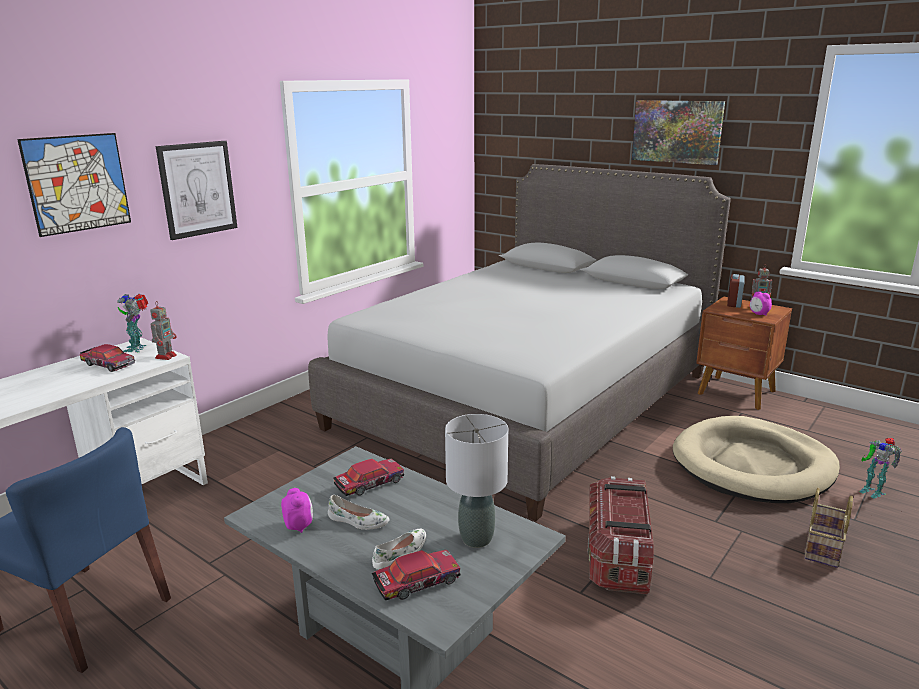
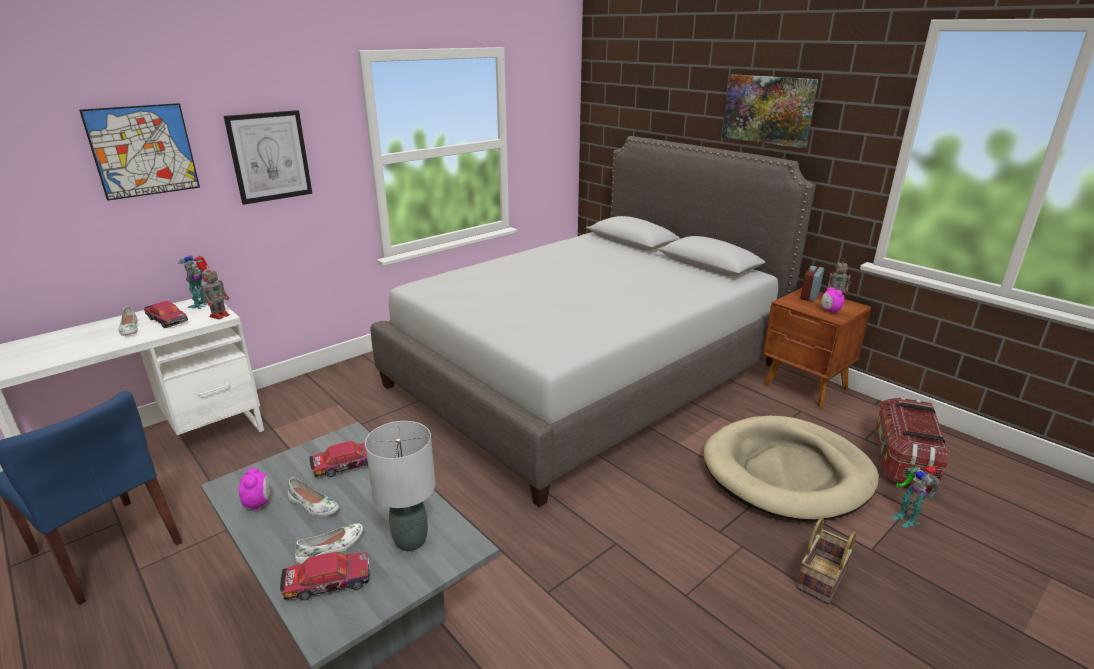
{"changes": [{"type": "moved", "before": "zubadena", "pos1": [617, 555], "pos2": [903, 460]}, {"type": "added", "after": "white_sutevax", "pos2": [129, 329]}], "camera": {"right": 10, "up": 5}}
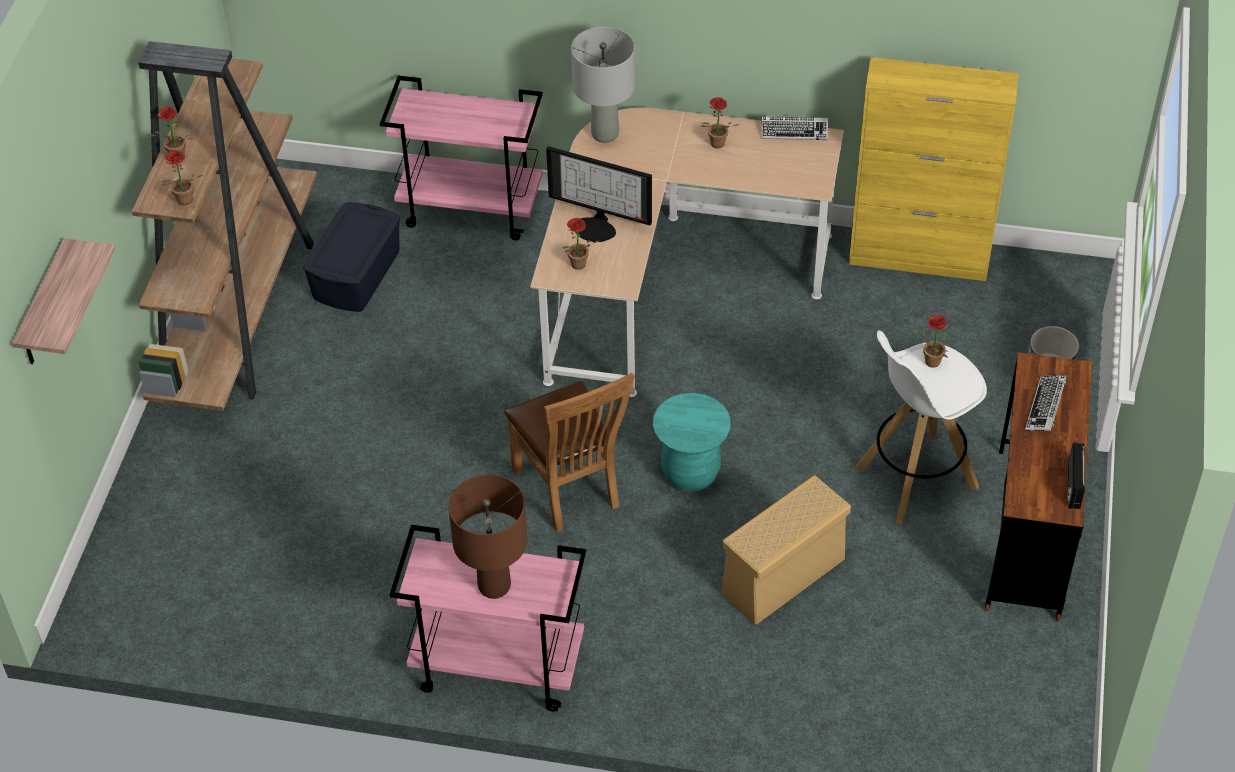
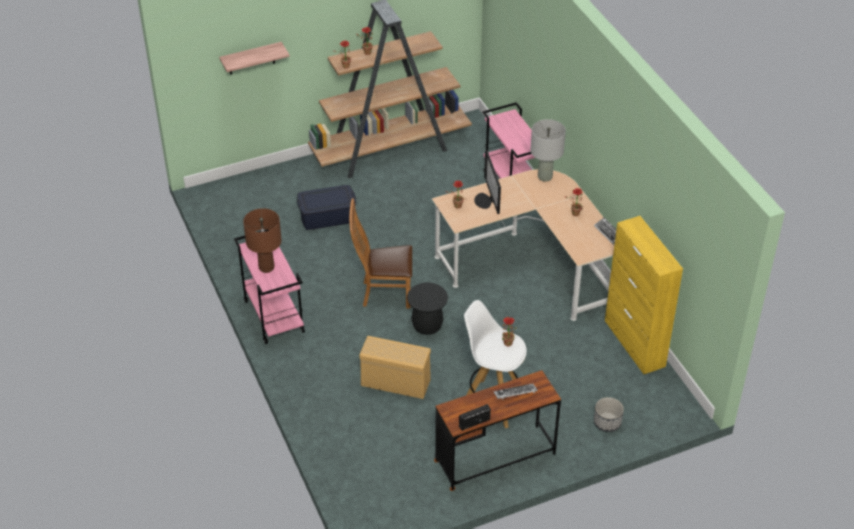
{"changes": [{"type": "moved", "before": "blue_zubadena", "pos1": [356, 274], "pos2": [327, 217]}, {"type": "turned", "before": "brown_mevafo", "pos1": [570, 491], "pos2": [383, 293], "turn": 60}, {"type": "recoloured", "before": "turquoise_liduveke", "after": "black_liduveke", "pos1": [690, 472], "pos2": [427, 325]}], "camera": {"right": 55, "up": -5}}
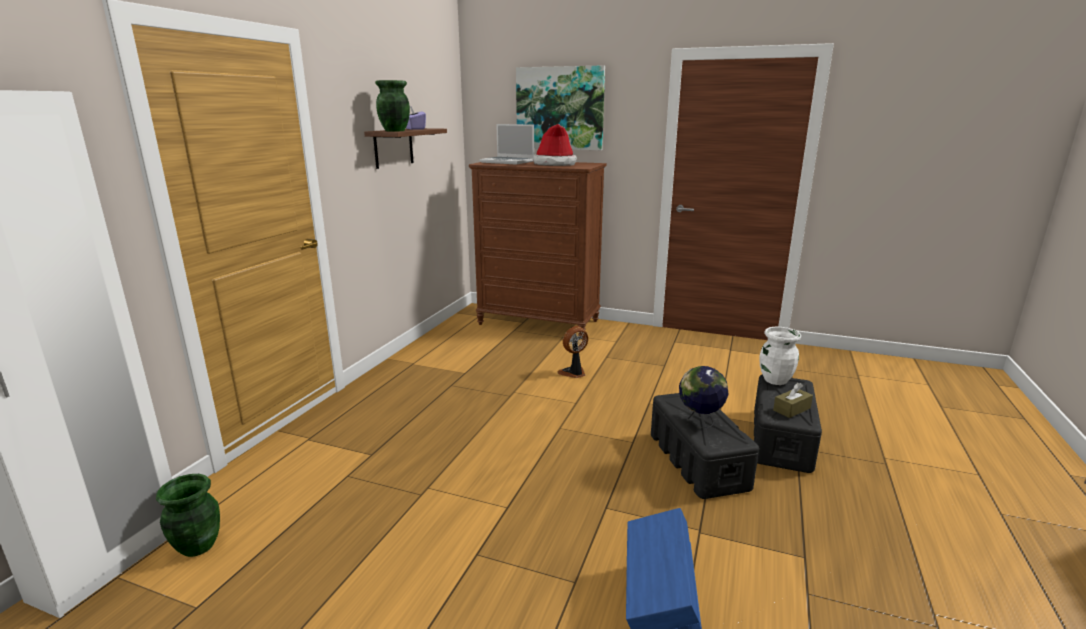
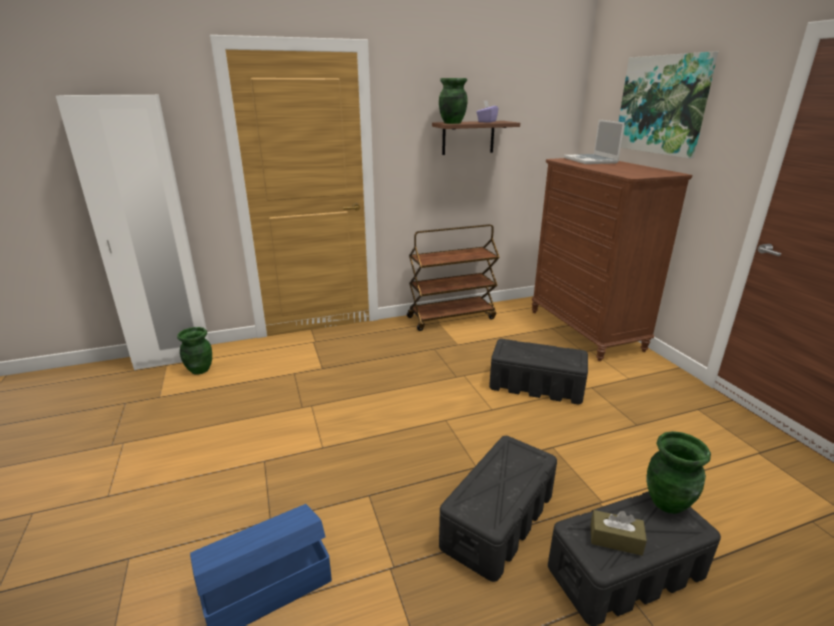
{"changes": [{"type": "removed", "before": "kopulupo", "pos1": [554, 164]}, {"type": "replaced", "before": "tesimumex", "after": "black_zubadena", "pos1": [574, 373], "pos2": [535, 386]}, {"type": "removed", "before": "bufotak", "pos1": [699, 422]}, {"type": "recoloured", "before": "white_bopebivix", "after": "green_bopebivix", "pos1": [775, 380], "pos2": [668, 502]}, {"type": "added", "after": "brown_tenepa", "pos2": [451, 317]}], "camera": {"right": 50, "up": 5}}
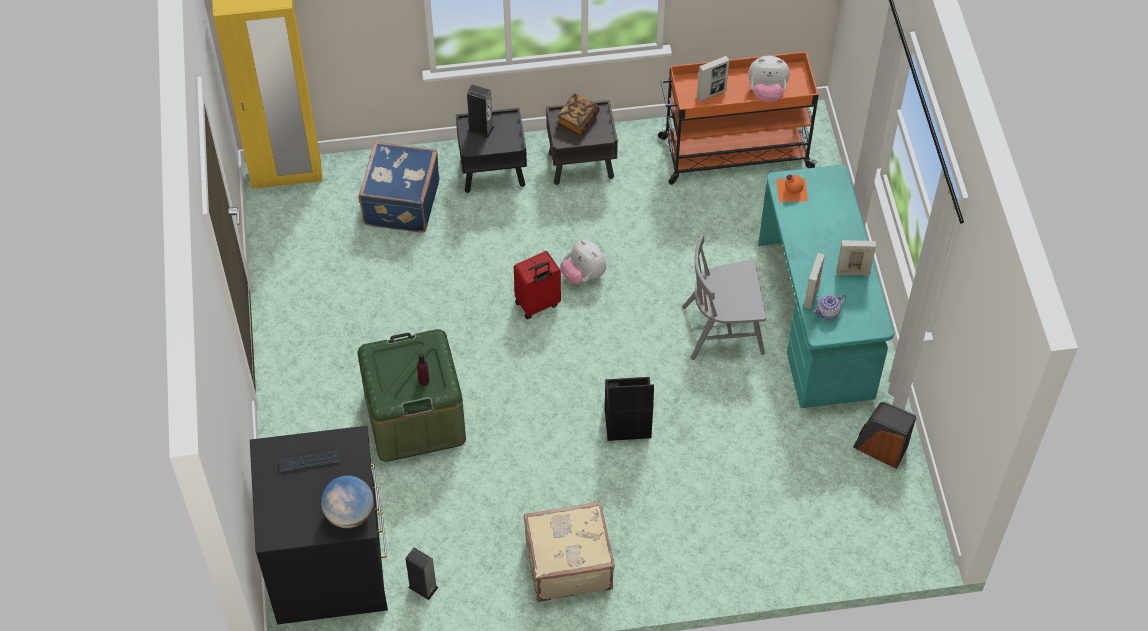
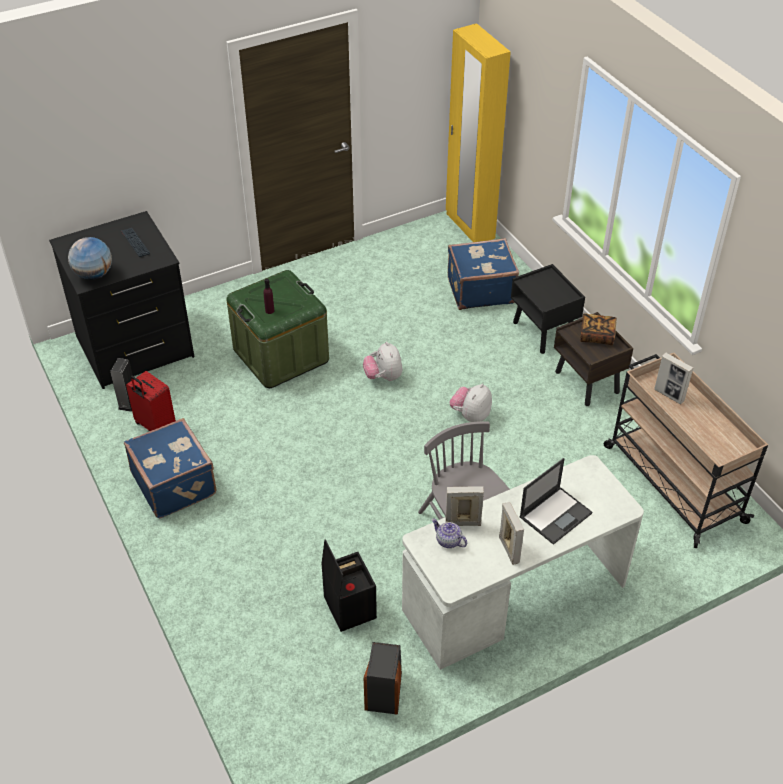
{"changes": [{"type": "removed", "before": "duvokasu", "pos1": [481, 129]}, {"type": "moved", "before": "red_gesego", "pos1": [538, 305], "pos2": [154, 426]}, {"type": "recoloured", "before": "beige_gesego", "after": "blue_gesego", "pos1": [567, 563], "pos2": [175, 483]}, {"type": "moved", "before": "black_zubadena", "pos1": [626, 424], "pos2": [348, 607]}, {"type": "recoloured", "before": "orange_tenepa", "after": "beige_tenepa", "pos1": [733, 153], "pos2": [672, 482]}, {"type": "moved", "before": "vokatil", "pos1": [767, 93], "pos2": [383, 377]}, {"type": "recoloured", "before": "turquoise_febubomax", "after": "white_febubomax", "pos1": [817, 318], "pos2": [515, 597]}, {"type": "removed", "before": "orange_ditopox", "pos1": [791, 189]}, {"type": "added", "after": "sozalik", "pos2": [556, 514]}], "camera": {"right": 70, "up": -10}}
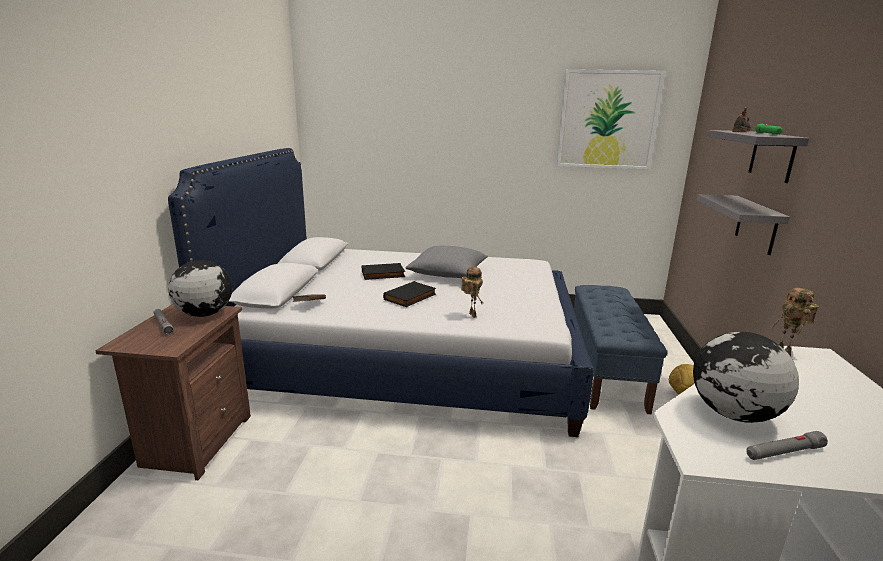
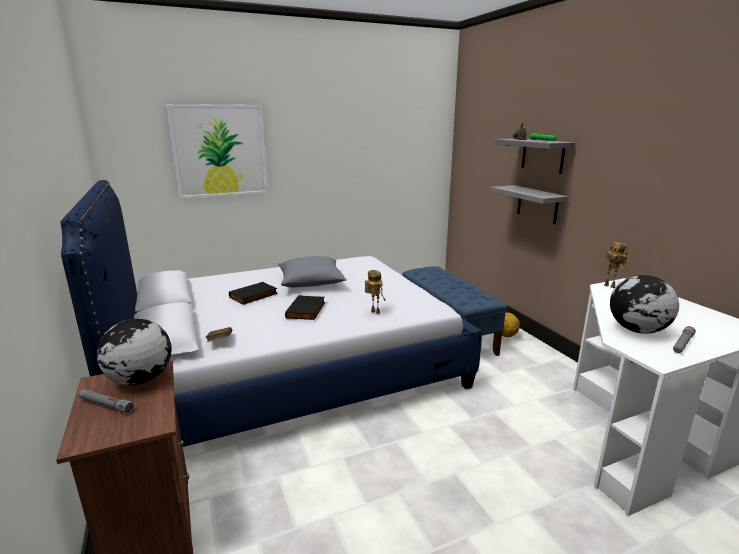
{"changes": [{"type": "moved", "before": "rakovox", "pos1": [608, 120], "pos2": [220, 151]}], "camera": {"right": -30, "up": 0}}
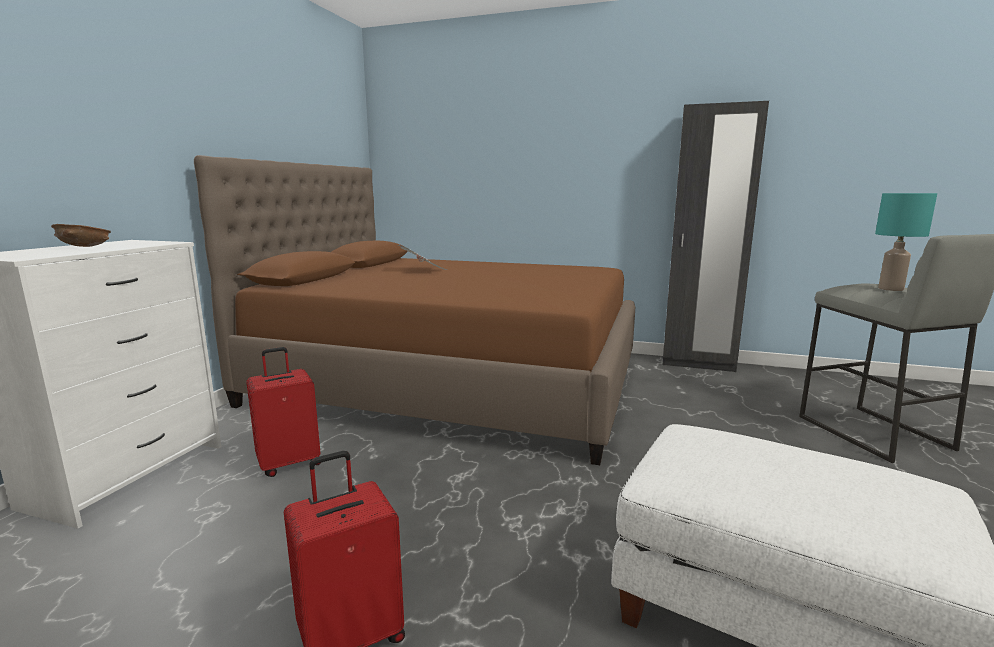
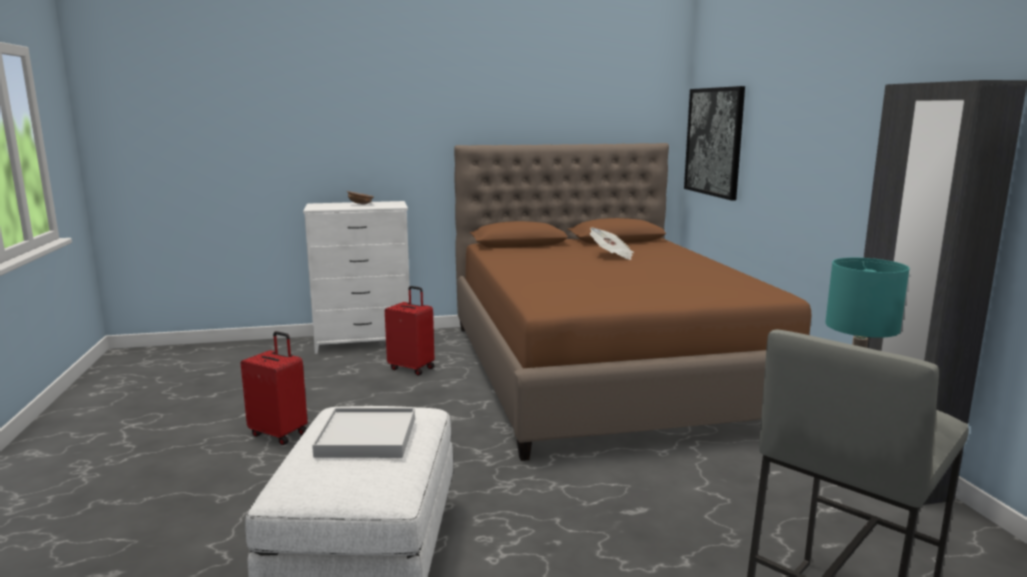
{"changes": [{"type": "added", "after": "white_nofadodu", "pos2": [367, 437]}, {"type": "added", "after": "rakovox", "pos2": [714, 141]}], "camera": {"right": 60, "up": 0}}
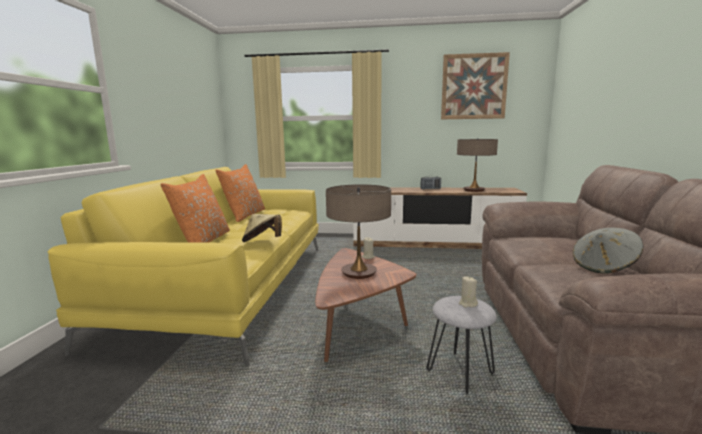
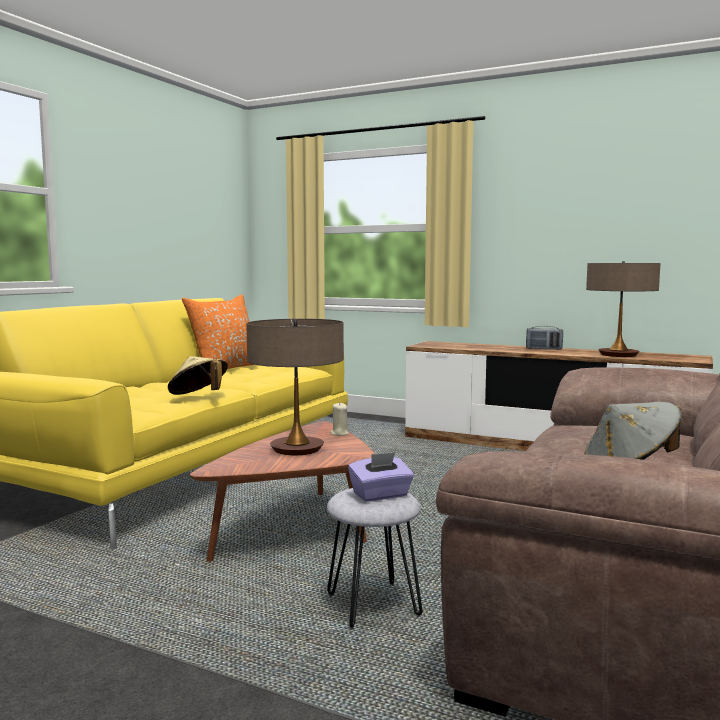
{"changes": [{"type": "removed", "before": "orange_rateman", "pos1": [203, 241]}, {"type": "removed", "before": "rakovox", "pos1": [474, 87]}, {"type": "replaced", "before": "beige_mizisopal", "after": "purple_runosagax", "pos1": [467, 304], "pos2": [381, 495]}], "camera": {"right": 20, "up": -5}}
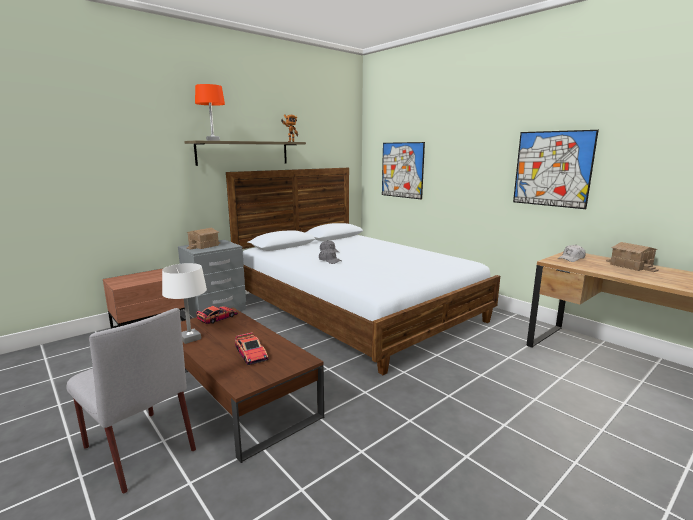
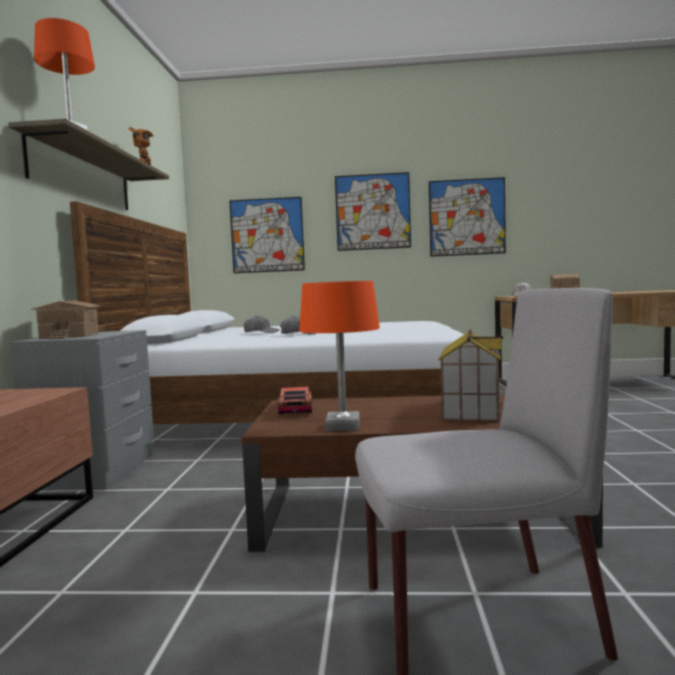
{"changes": [{"type": "recoloured", "before": "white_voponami", "after": "orange_voponami", "pos1": [190, 338], "pos2": [343, 426]}, {"type": "replaced", "before": "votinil", "after": "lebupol", "pos1": [251, 354], "pos2": [470, 409]}, {"type": "added", "after": "rakovox", "pos2": [373, 212]}], "camera": {"right": -45, "up": -10}}
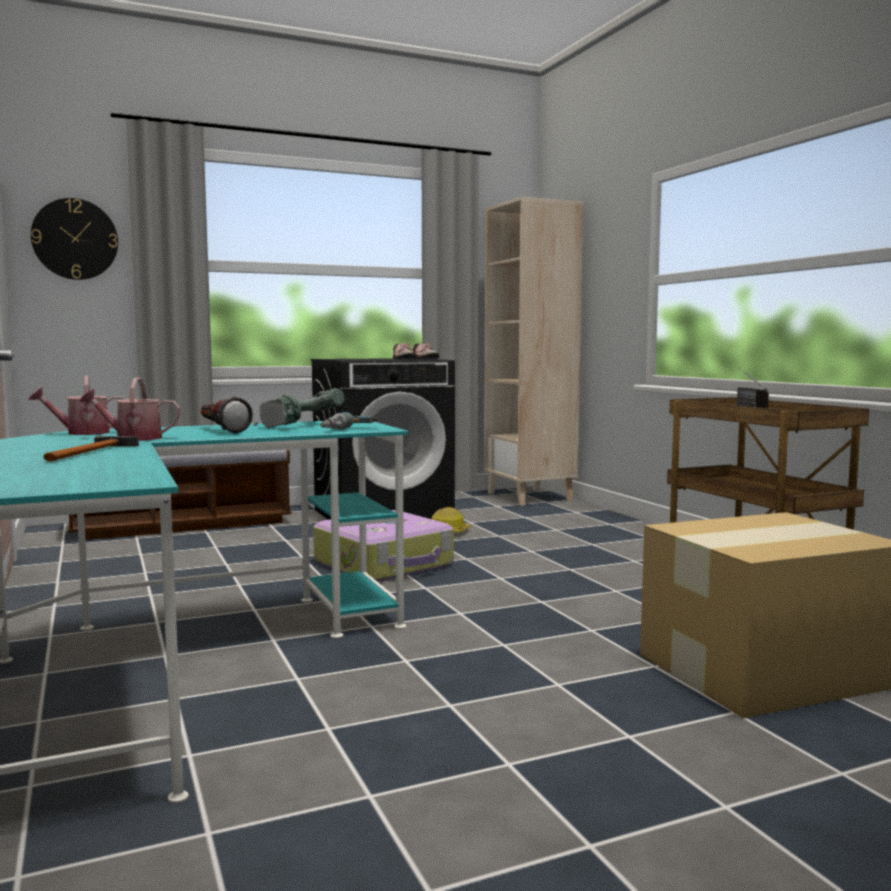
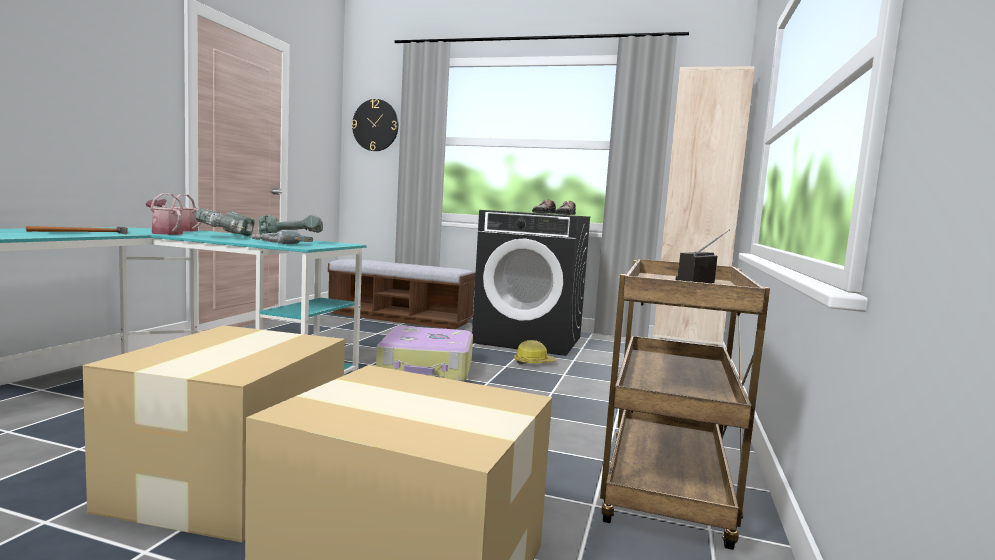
{"changes": [{"type": "replaced", "before": "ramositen", "after": "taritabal", "pos1": [221, 431], "pos2": [232, 237]}, {"type": "added", "after": "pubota", "pos2": [227, 480]}], "camera": {"right": 40, "up": 0}}
